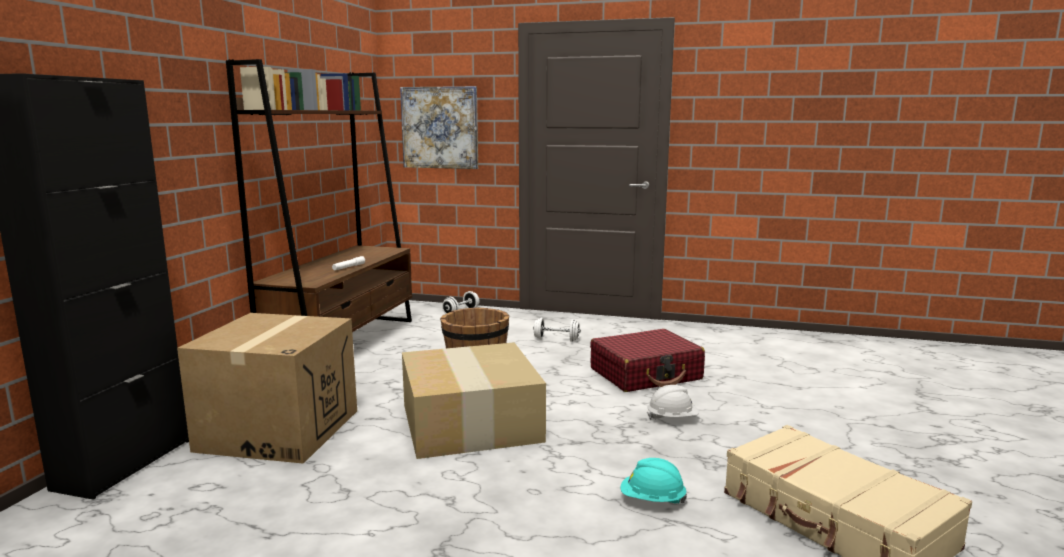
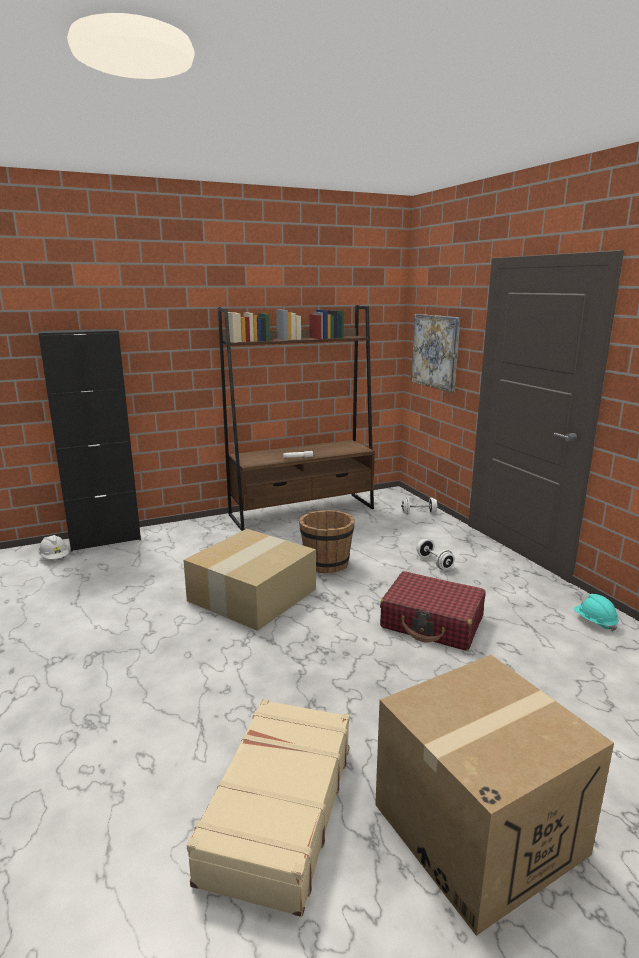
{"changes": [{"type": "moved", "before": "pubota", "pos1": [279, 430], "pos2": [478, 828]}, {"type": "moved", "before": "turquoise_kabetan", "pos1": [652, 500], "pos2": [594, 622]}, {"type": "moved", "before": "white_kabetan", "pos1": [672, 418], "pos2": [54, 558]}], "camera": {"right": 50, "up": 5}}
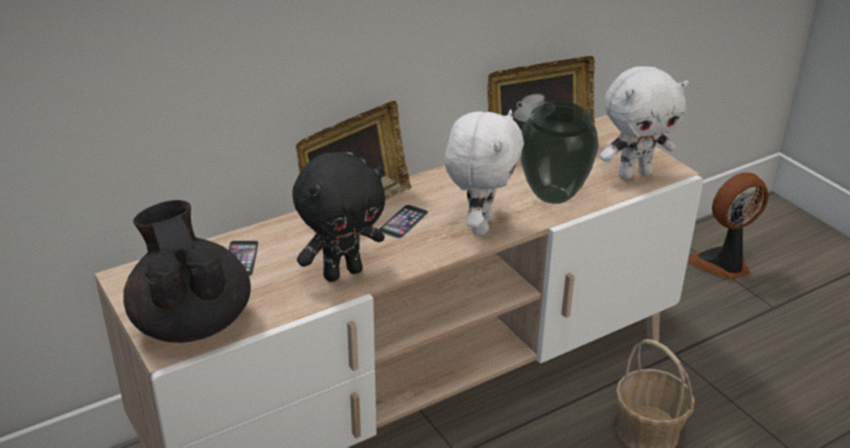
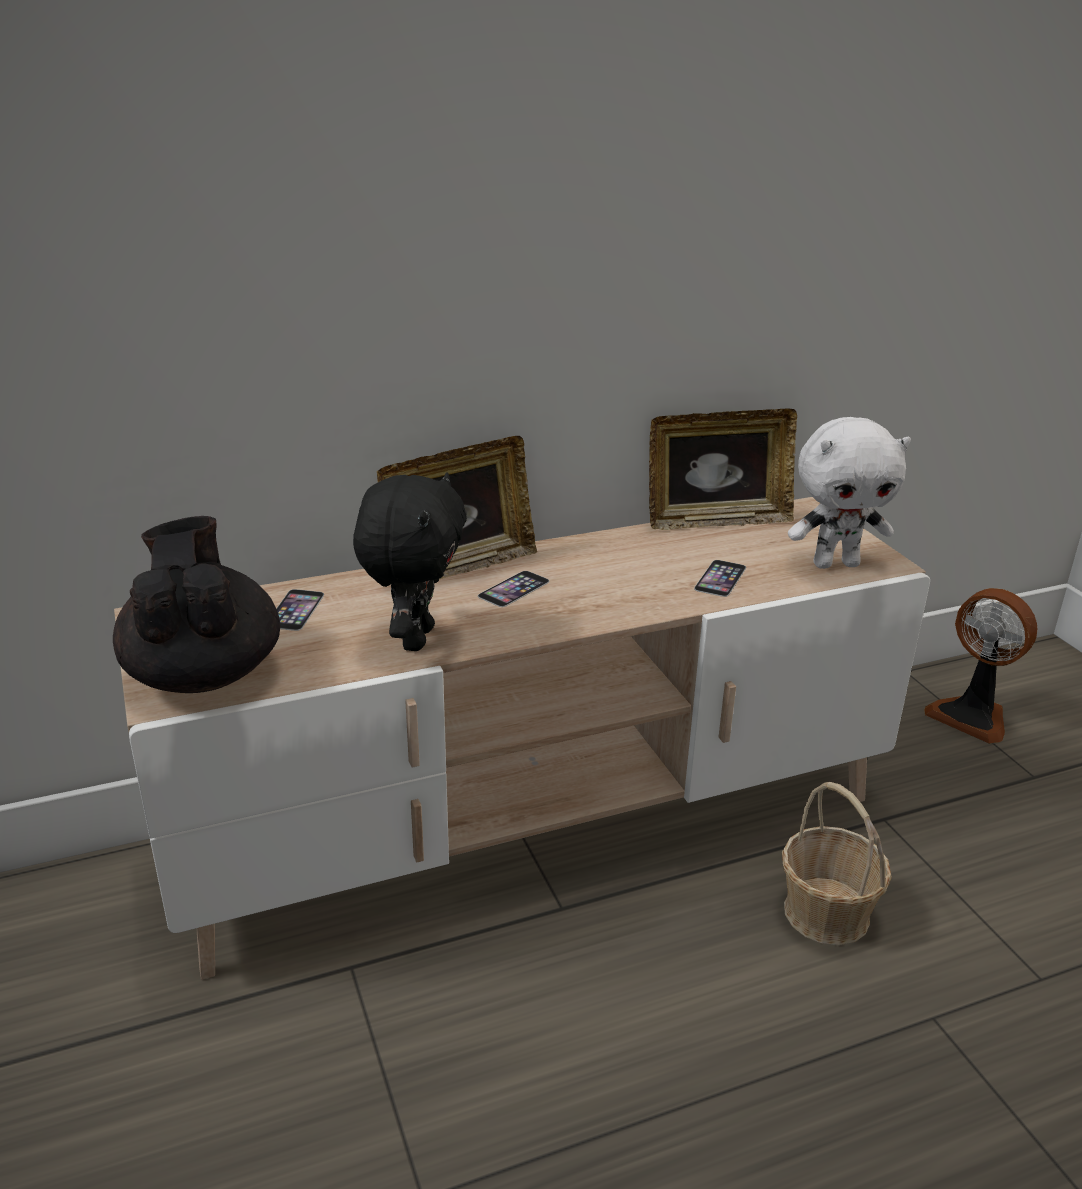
{"changes": [{"type": "turned", "before": "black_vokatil", "pos1": [342, 272], "pos2": [414, 638], "turn": -60}, {"type": "removed", "before": "white_vokatil", "pos1": [479, 225]}, {"type": "replaced", "before": "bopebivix", "after": "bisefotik", "pos1": [554, 195], "pos2": [720, 578]}, {"type": "turned", "before": "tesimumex", "pos1": [723, 264], "pos2": [972, 716], "turn": -120}], "camera": {"right": 10, "up": -5}}
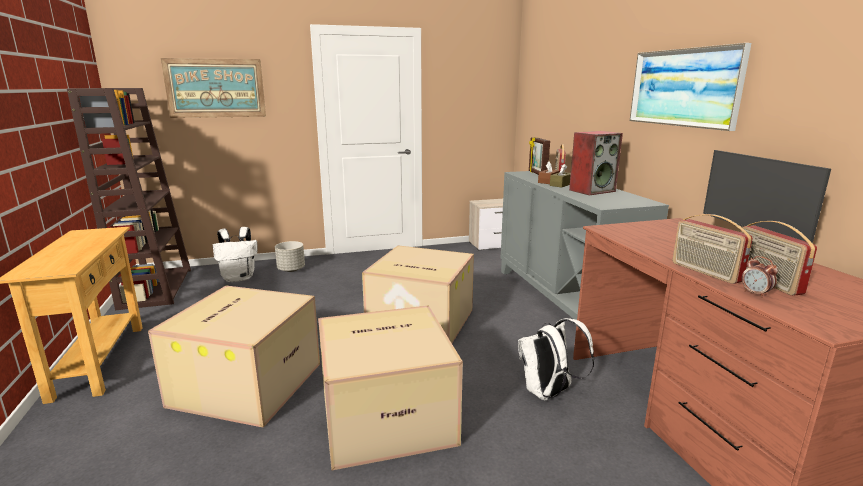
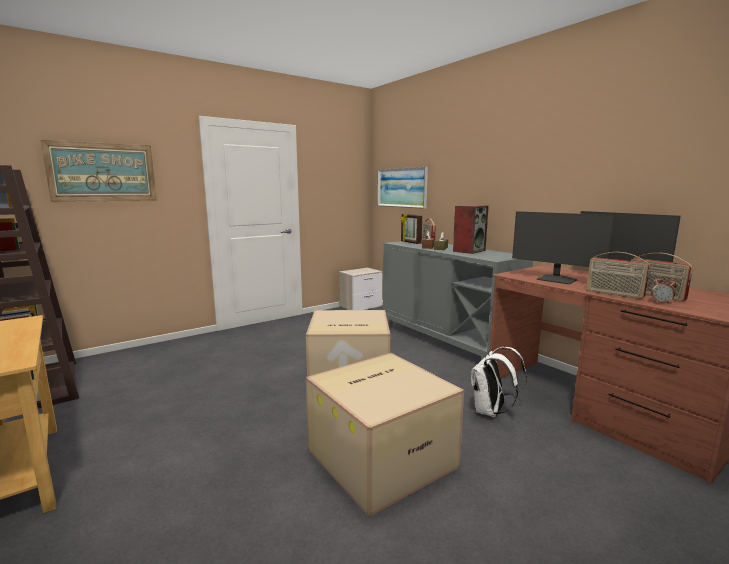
{"changes": [{"type": "removed", "before": "pubota", "pos1": [246, 383]}, {"type": "removed", "before": "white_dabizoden", "pos1": [239, 278]}, {"type": "removed", "before": "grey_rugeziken", "pos1": [291, 269]}, {"type": "moved", "before": "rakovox", "pos1": [684, 87], "pos2": [401, 187]}, {"type": "added", "after": "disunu", "pos2": [556, 280]}], "camera": {"right": -20, "up": -5}}
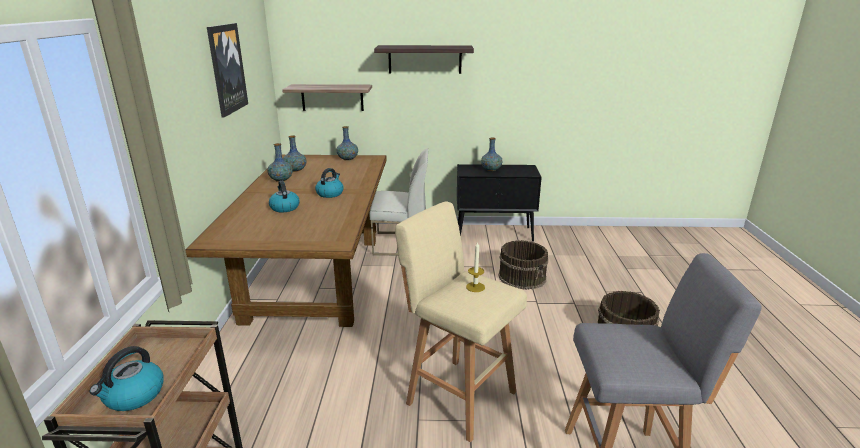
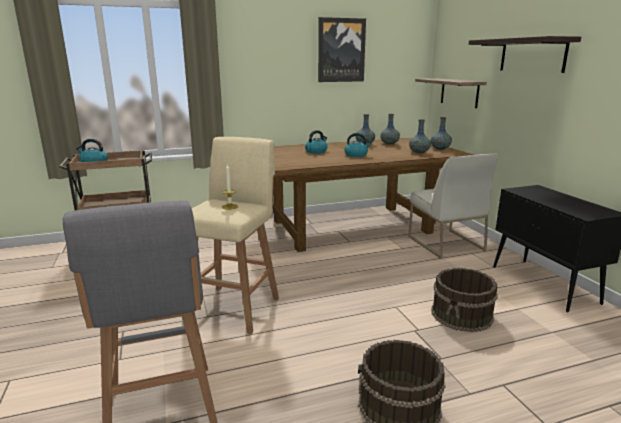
{"changes": [{"type": "moved", "before": "bopebivix", "pos1": [491, 169], "pos2": [419, 152]}], "camera": {"right": 70, "up": -5}}
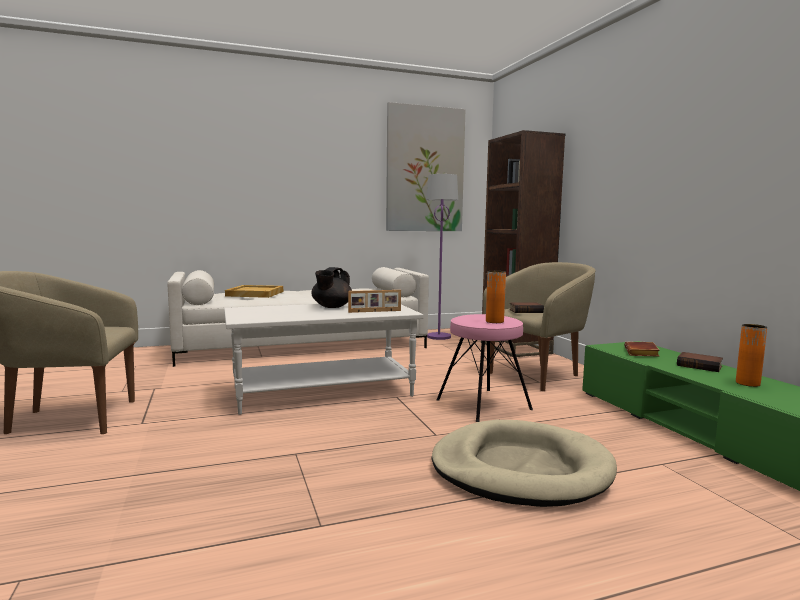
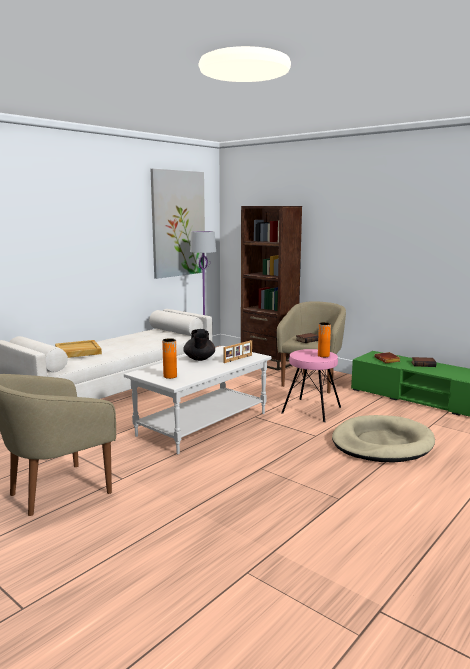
{"changes": [{"type": "moved", "before": "orange_bopebivix", "pos1": [747, 383], "pos2": [170, 376]}], "camera": {"right": -30, "up": 5}}
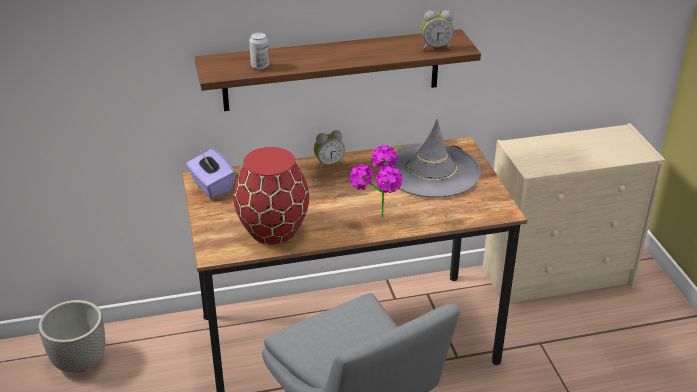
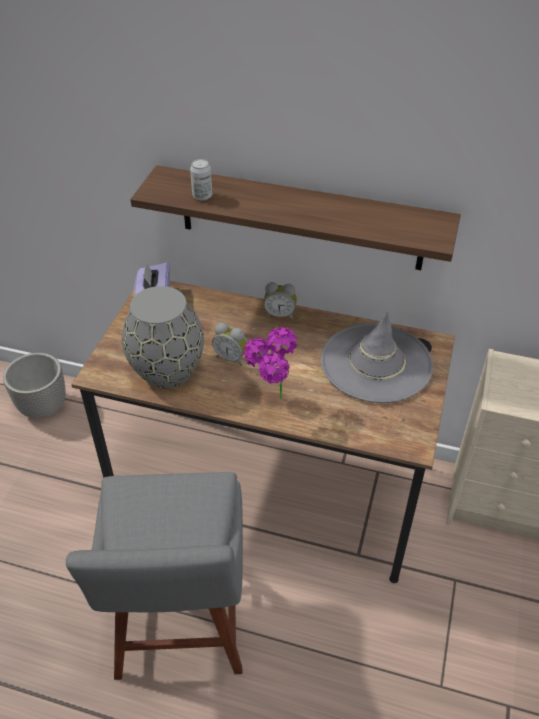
{"changes": [{"type": "recoloured", "before": "red_bopebivix", "after": "grey_bopebivix", "pos1": [272, 231], "pos2": [166, 371]}, {"type": "moved", "before": "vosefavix", "pos1": [436, 47], "pos2": [231, 357]}], "camera": {"right": 30, "up": 10}}
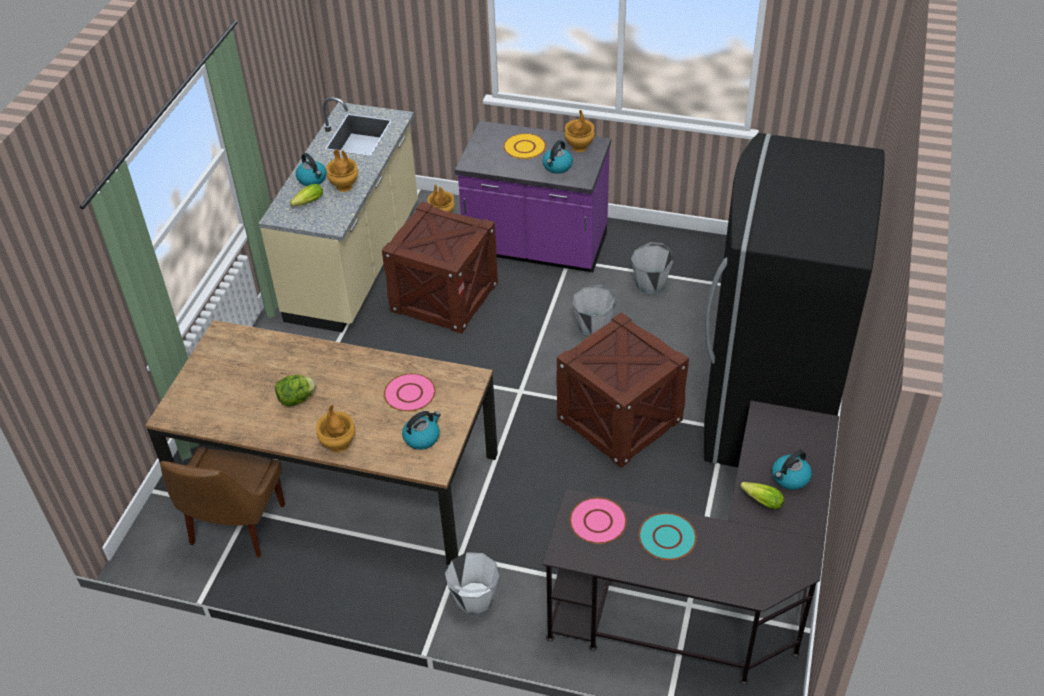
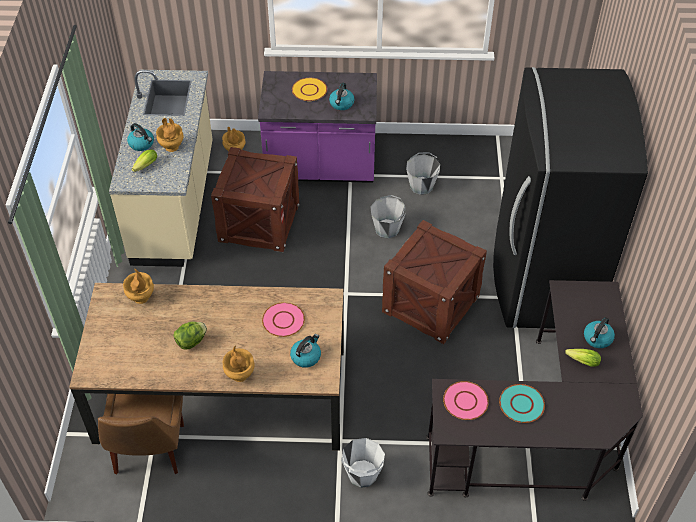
{"changes": [{"type": "moved", "before": "brown_bopebivix", "pos1": [579, 148], "pos2": [141, 298]}], "camera": {"right": -15, "up": 5}}
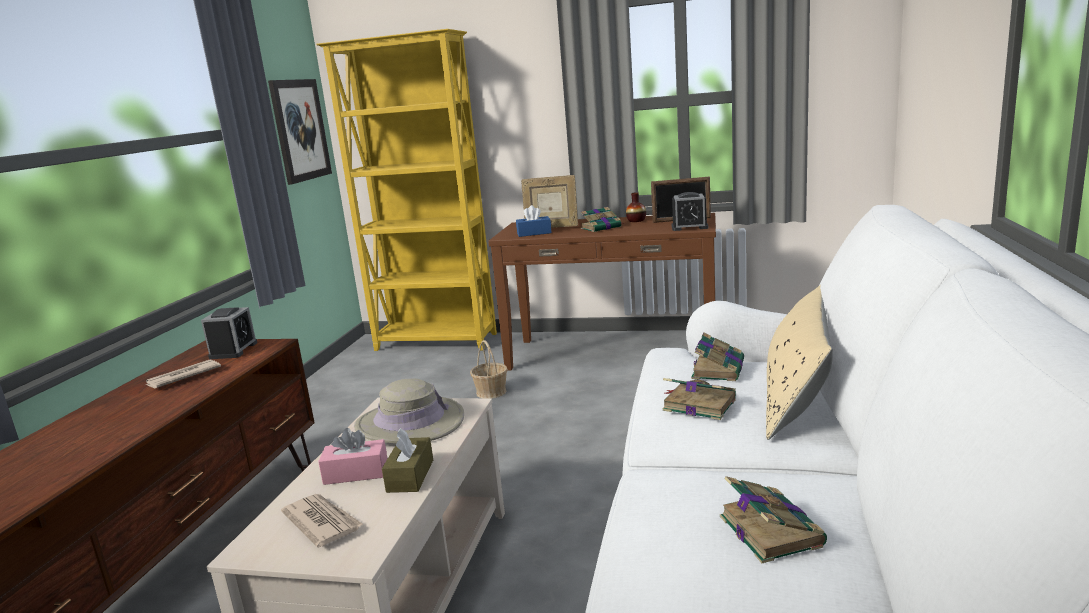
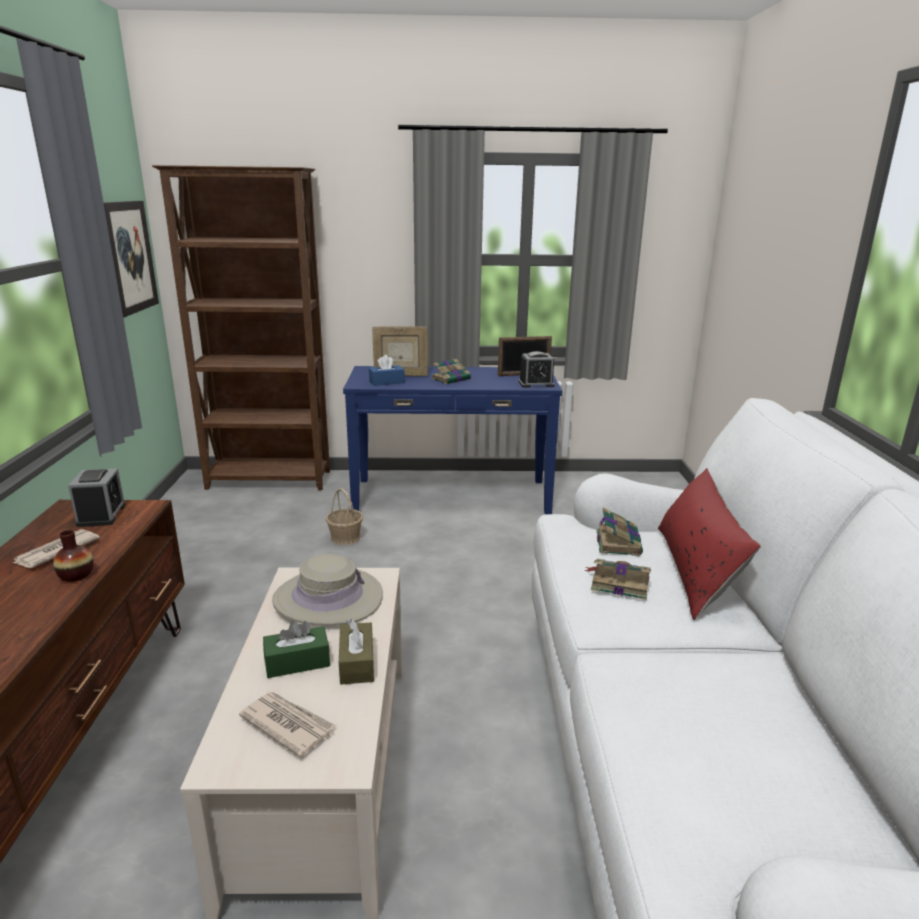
{"changes": [{"type": "recoloured", "before": "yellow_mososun", "after": "brown_mososun", "pos1": [436, 342], "pos2": [270, 480]}, {"type": "recoloured", "before": "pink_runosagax", "after": "green_runosagax", "pos1": [356, 473], "pos2": [297, 662]}, {"type": "recoloured", "before": "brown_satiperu", "after": "blue_satiperu", "pos1": [612, 354], "pos2": [451, 495]}, {"type": "moved", "before": "bopebivix", "pos1": [636, 220], "pos2": [76, 575]}, {"type": "removed", "before": "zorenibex", "pos1": [769, 529]}, {"type": "recoloured", "before": "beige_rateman", "after": "red_rateman", "pos1": [797, 395], "pos2": [696, 570]}], "camera": {"right": -15, "up": 5}}
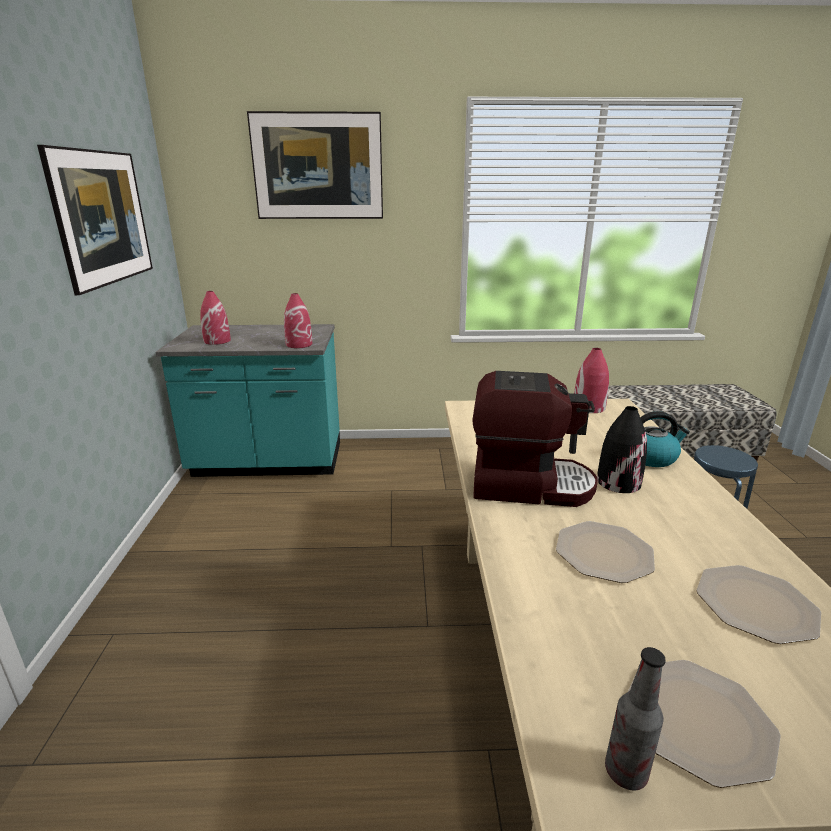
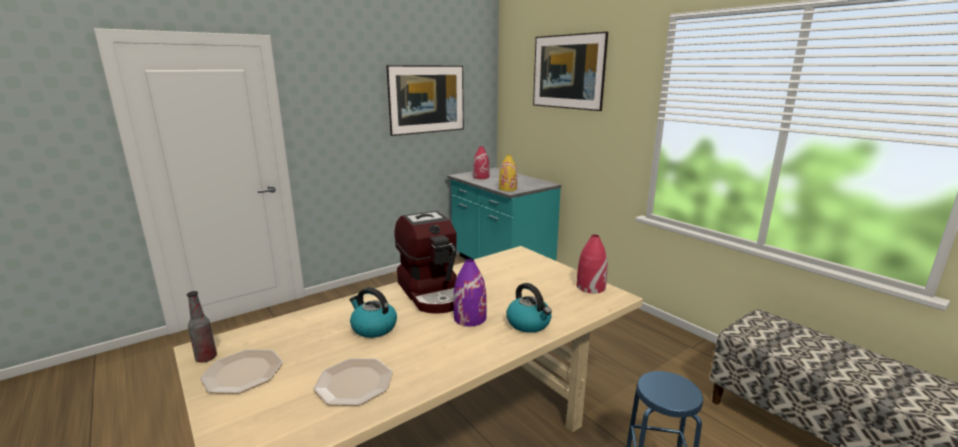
{"changes": [{"type": "recoloured", "before": "red_bopebivix", "after": "yellow_bopebivix", "pos1": [299, 344], "pos2": [508, 189]}, {"type": "replaced", "before": "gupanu", "after": "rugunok", "pos1": [605, 553], "pos2": [373, 328]}, {"type": "recoloured", "before": "black_bopebivix", "after": "purple_bopebivix", "pos1": [618, 482], "pos2": [470, 318]}], "camera": {"right": 55, "up": -5}}
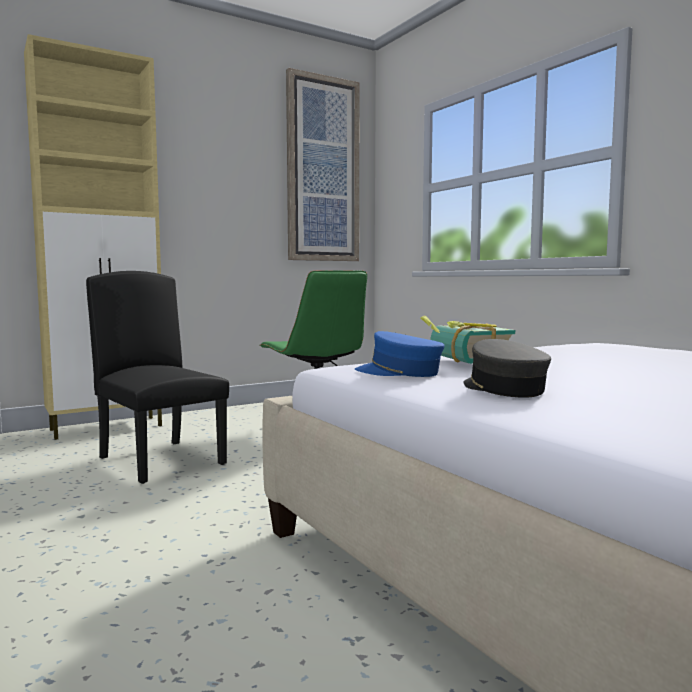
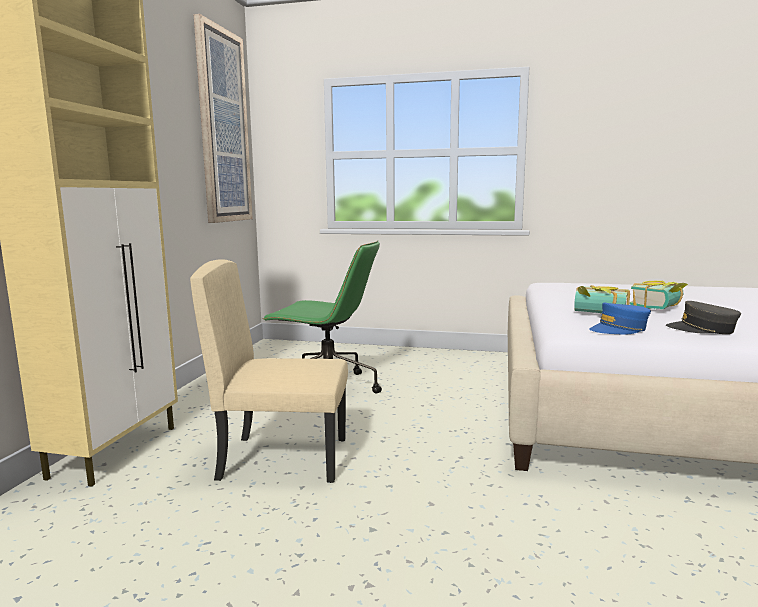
{"changes": [{"type": "recoloured", "before": "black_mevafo", "after": "beige_mevafo", "pos1": [162, 460], "pos2": [284, 458]}, {"type": "added", "after": "zorenibex", "pos2": [661, 307]}], "camera": {"right": -45, "up": 5}}
